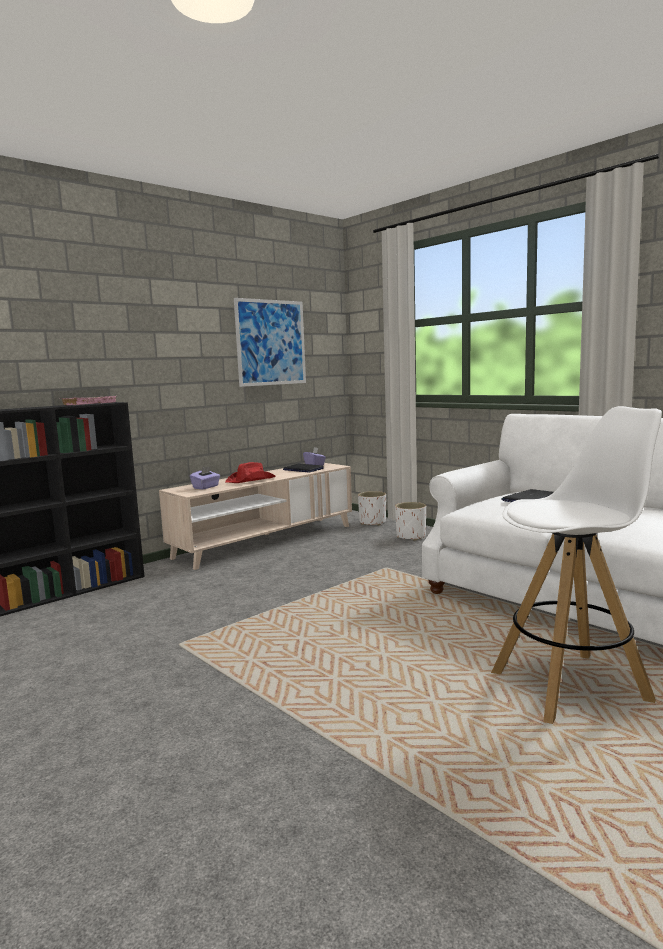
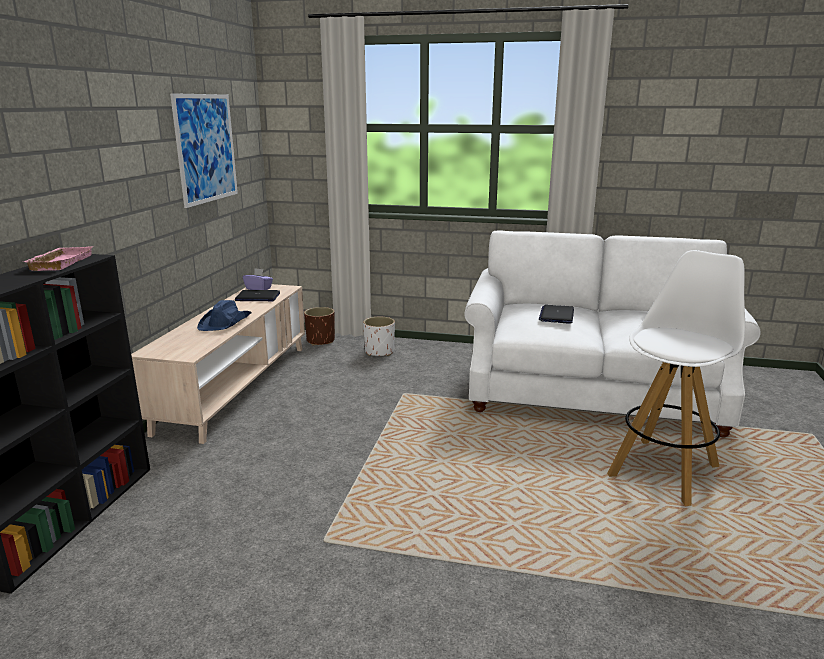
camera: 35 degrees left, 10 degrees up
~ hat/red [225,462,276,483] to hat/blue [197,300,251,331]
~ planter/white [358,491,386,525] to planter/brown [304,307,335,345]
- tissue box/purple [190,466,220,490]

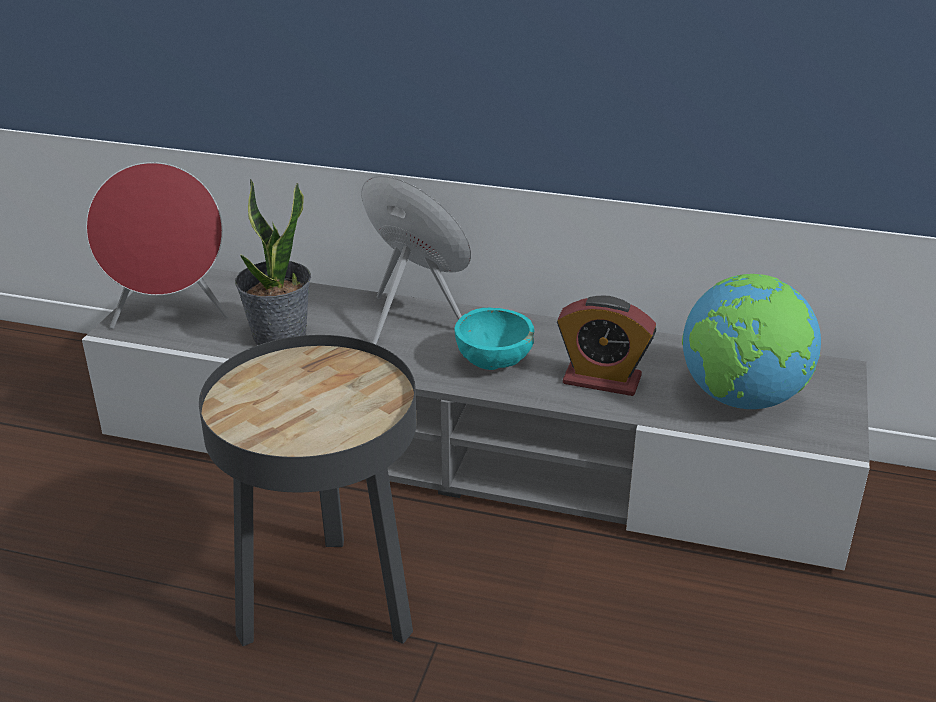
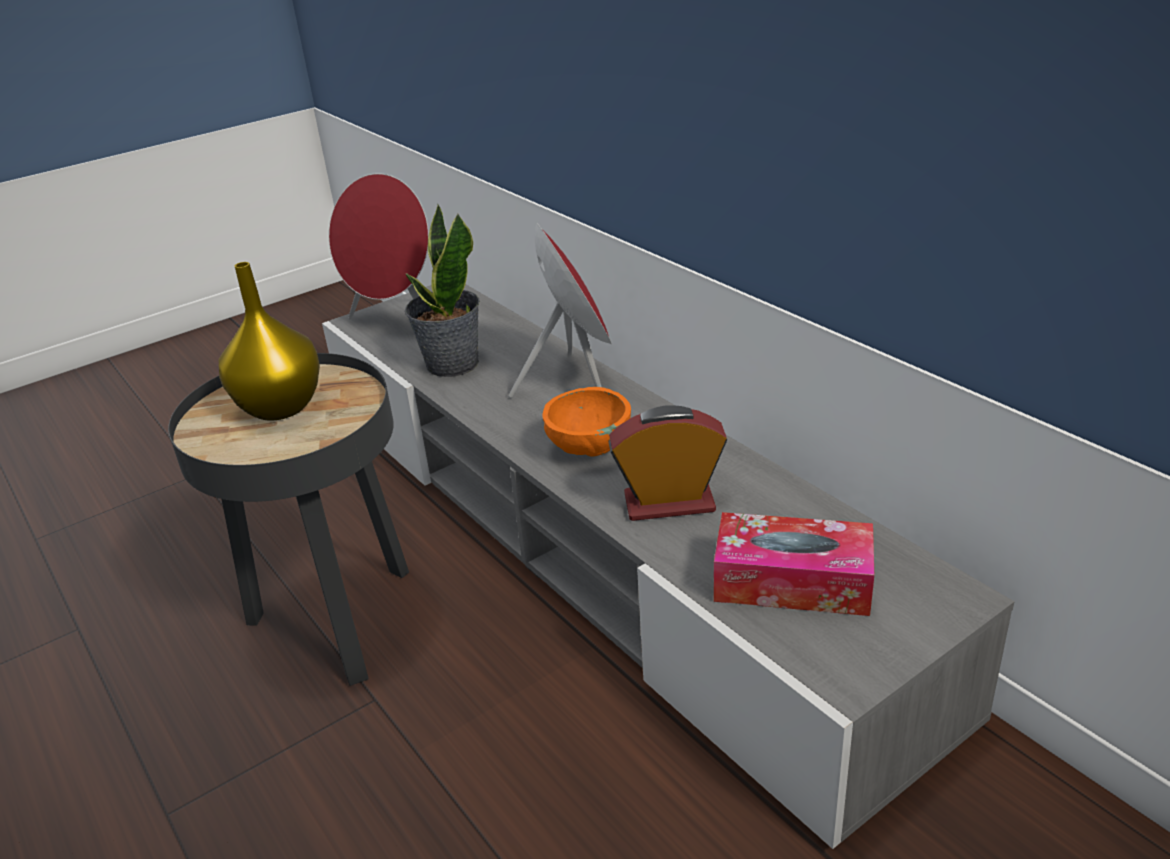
camera: 40 degrees right, 0 degrees up
+ vase/yellow [219,262,320,421]
~ bowl/turquoise [454,307,534,370] to bowl/orange [542,387,631,456]
~ alarm clock [557,296,656,396] = [609,405,727,521] 120 degrees clockwise
~ globe [682,274,821,409] to tissue box [714,512,874,616]

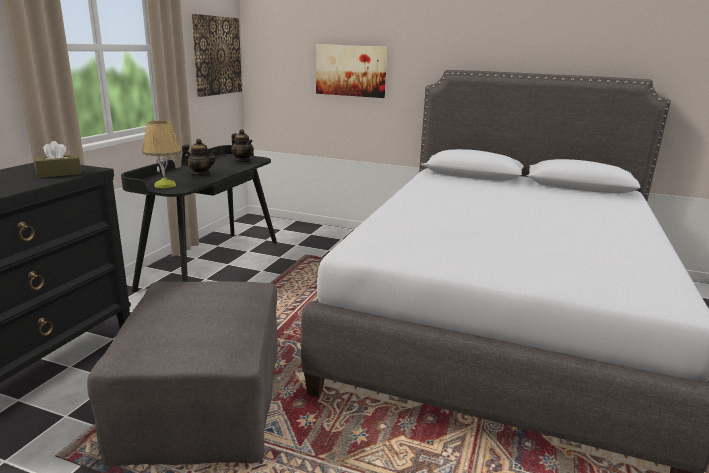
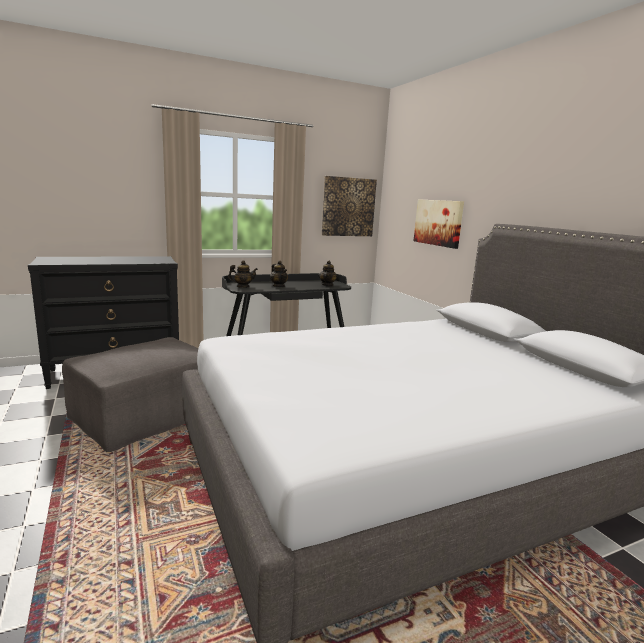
camera: 45 degrees right, 5 degrees down
~ table lamp [142,121,182,188] to teapot [228,260,258,288]
- tissue box/brown [34,141,81,178]

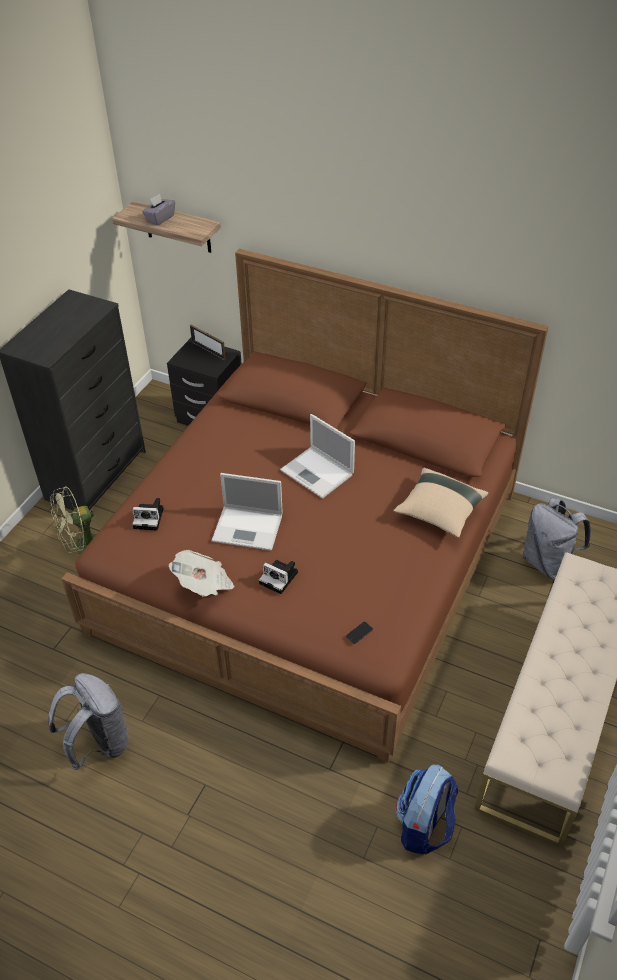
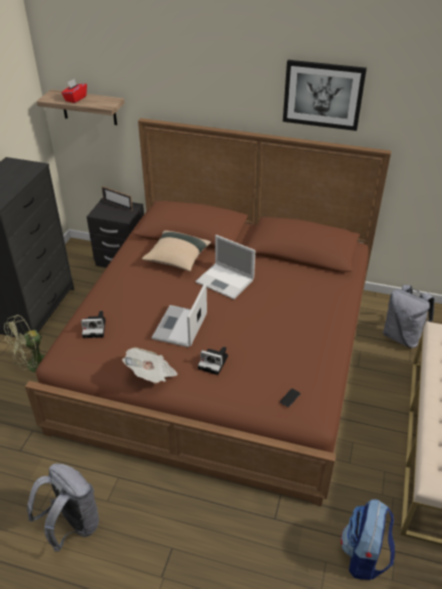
camera: 10 degrees left, 5 degrees down
~ tissue box/grey [142,194,175,225] to tissue box/red [61,79,87,103]
~ pillow/beige [393,467,488,538] to [142,230,211,271]
~ laptop [211,473,283,551] = [152,284,207,347] 105 degrees clockwise
+ picture [283,60,367,131]

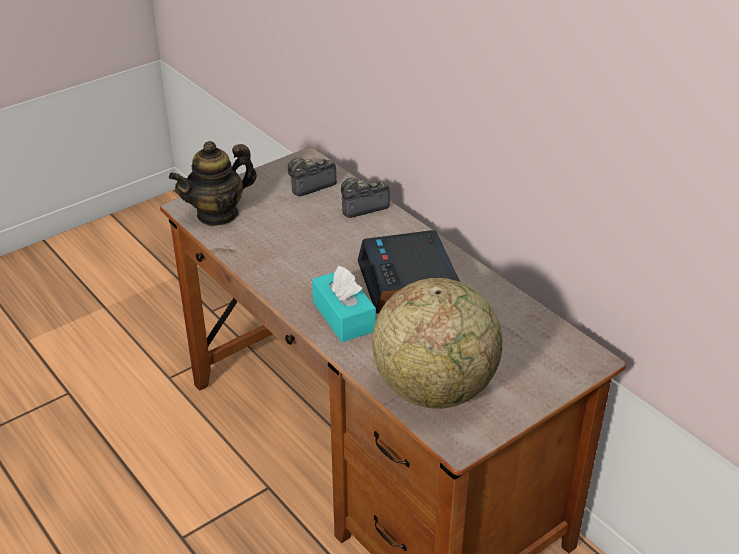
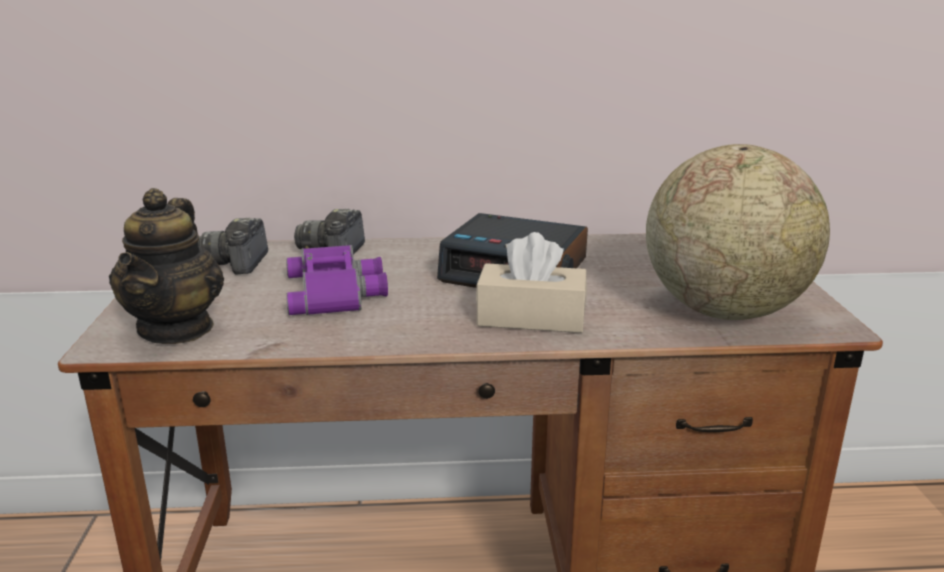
camera: 55 degrees left, 15 degrees down
+ binoculars/purple [286,245,388,315]
~ tissue box/turquoise [312,266,376,342] to tissue box/beige [476,232,587,333]

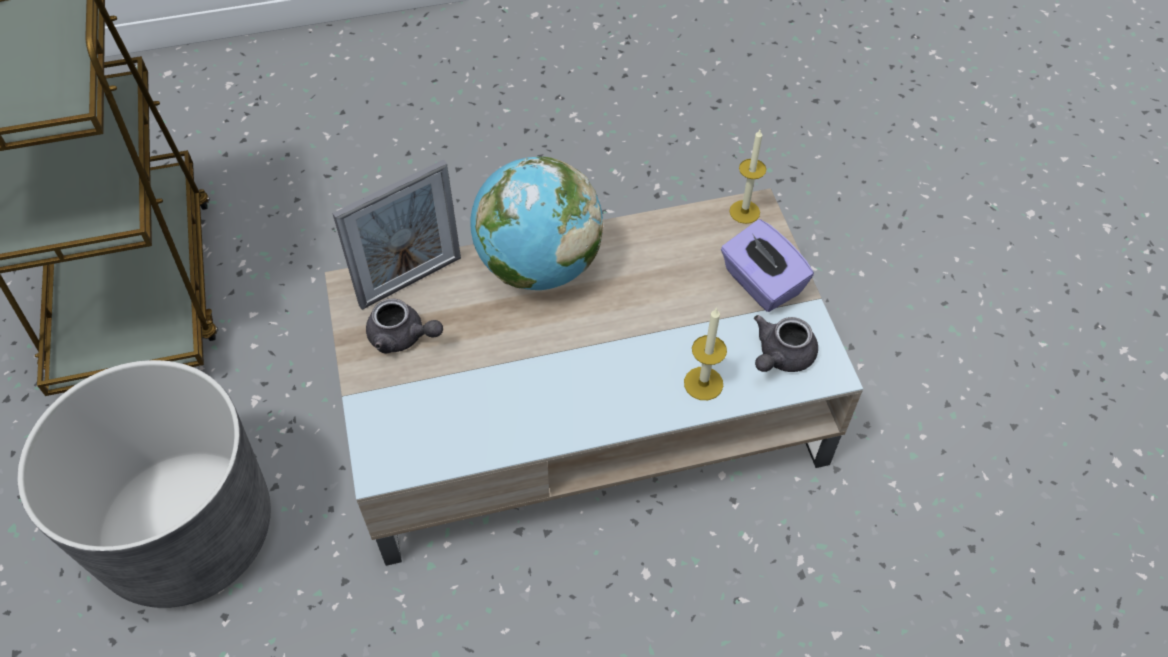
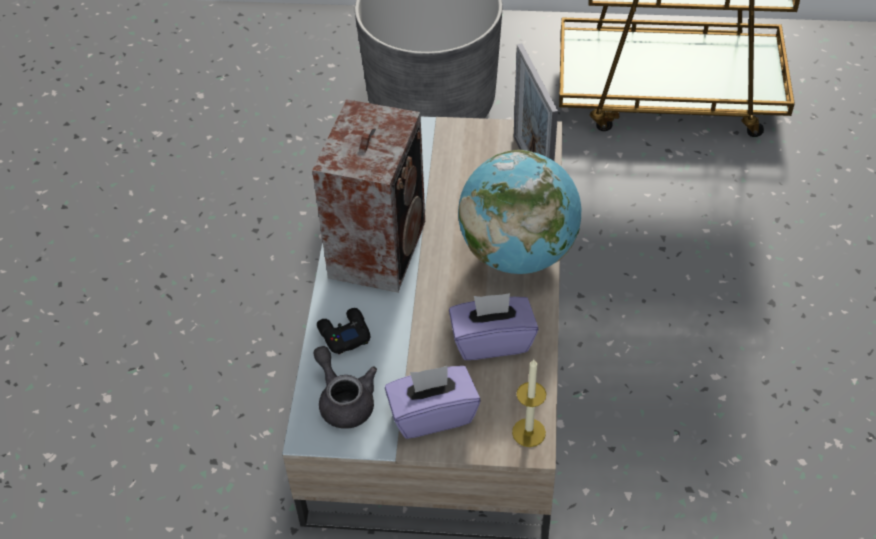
camera: 110 degrees right, 5 degrees down
+ speaker [312,99,425,293]
~ candle [684,308,727,400] to game controller/black [317,308,370,354]
+ tissue box/purple [449,293,538,360]
- teapot/grey [366,299,443,354]

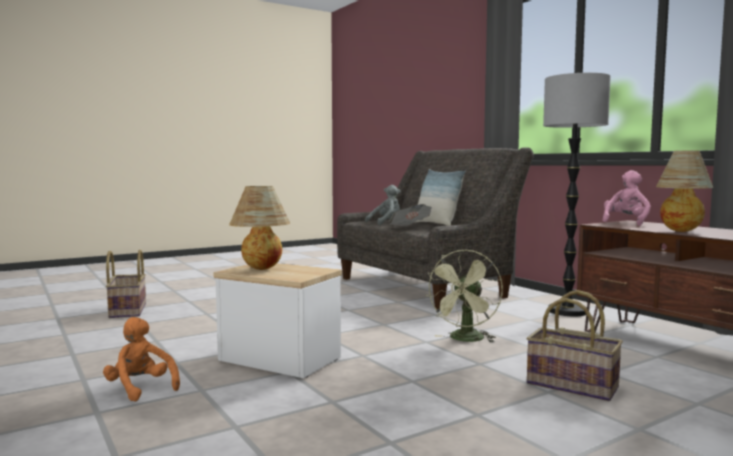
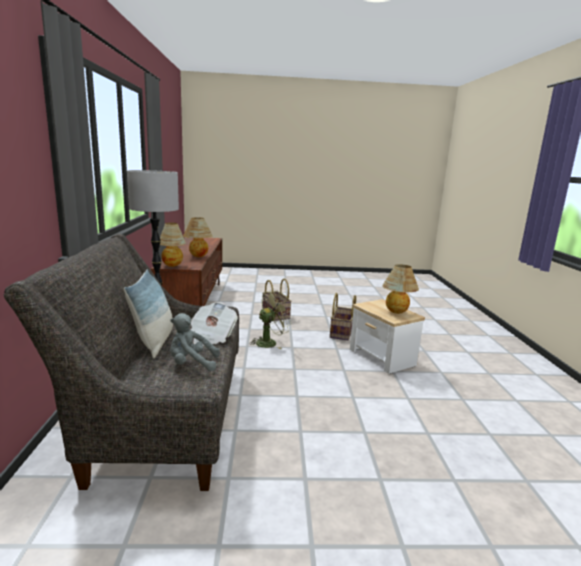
camera: 150 degrees left, 10 degrees up
~ plush toy/pink [602,170,651,226] to table lamp [160,222,186,267]
~ basket [106,250,146,318] to [330,293,356,340]
- plush toy/orange [103,317,180,402]

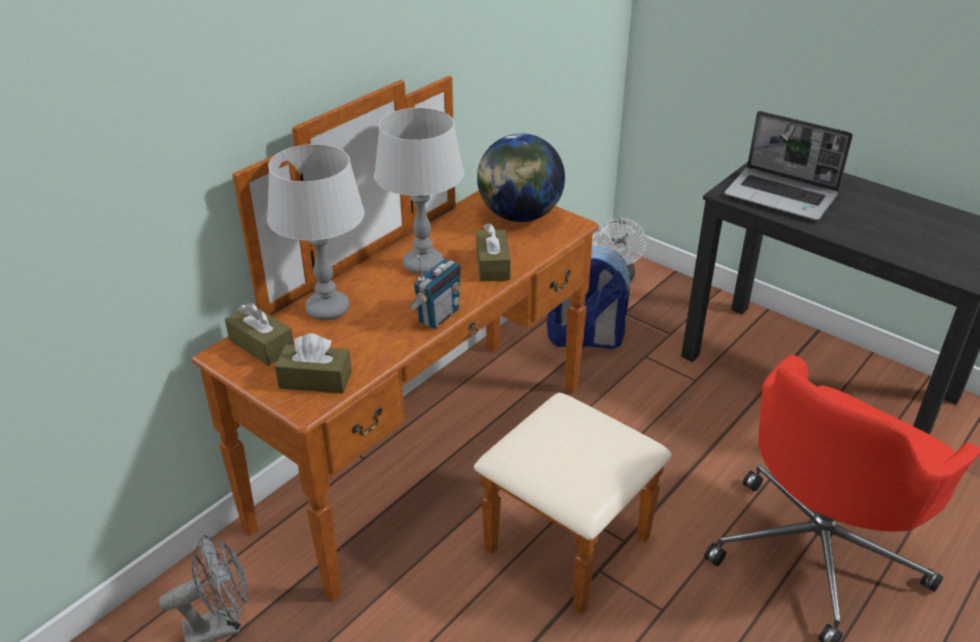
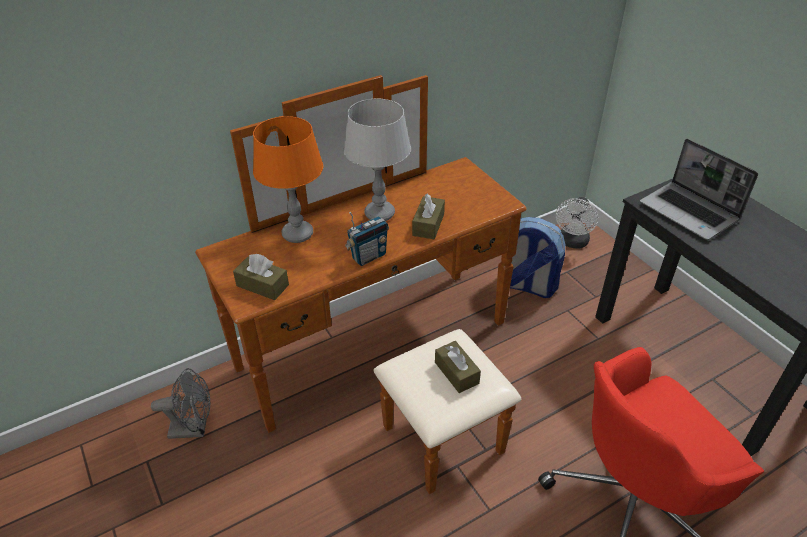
camera: 20 degrees right, 5 degrees up
~ table lamp/grey [267,144,365,320] to table lamp/orange [253,116,323,243]
~ tissue box/brown [225,302,294,366] to [435,341,481,393]
- globe [477,133,565,222]

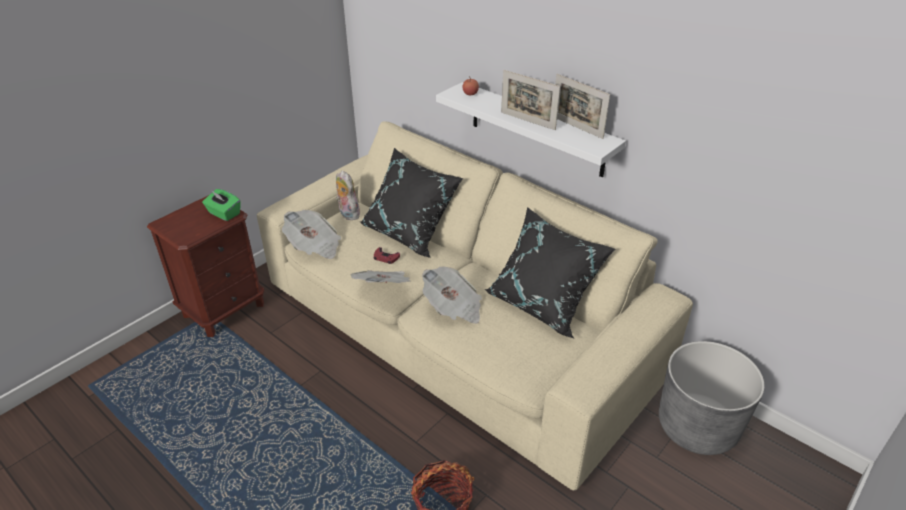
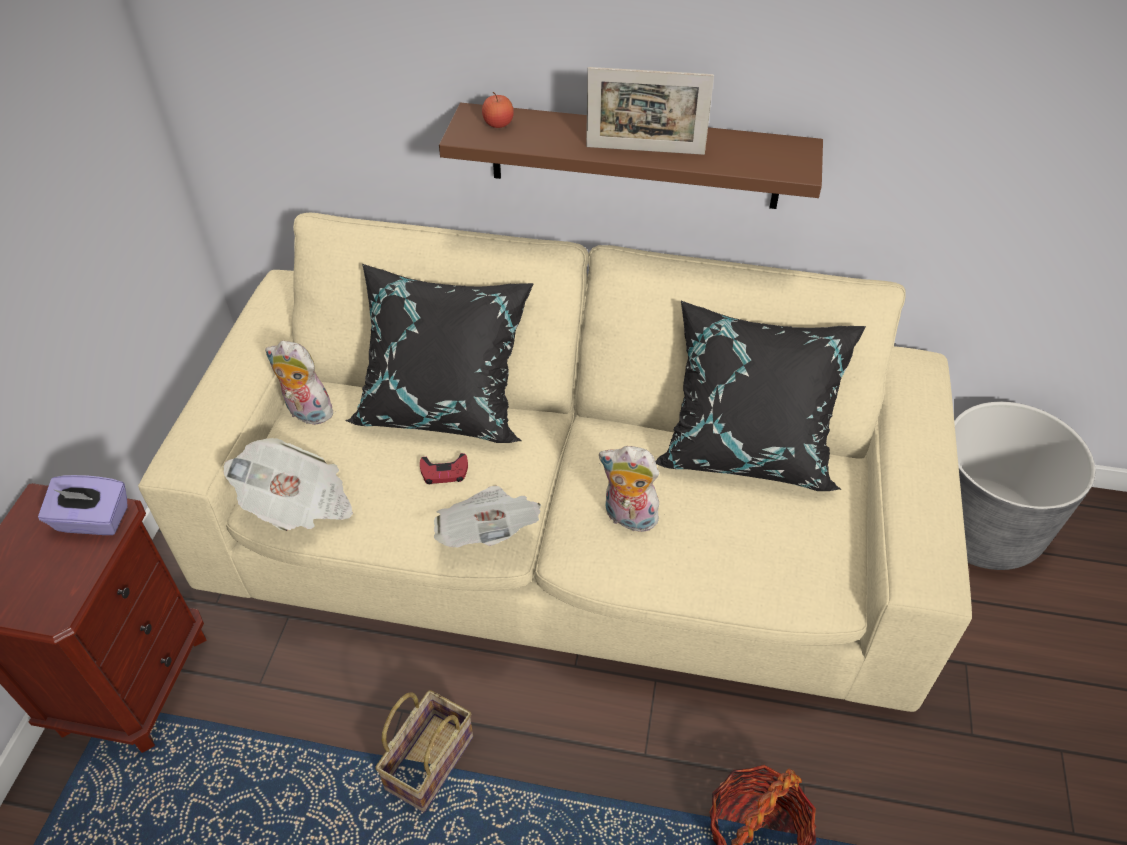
camera: 30 degrees left, 10 degrees up
~ tissue box/green [202,189,240,221] to tissue box/purple [38,475,128,535]
+ basket [375,690,473,812]
~ shelf/white [436,82,626,178] to shelf/brown [439,103,823,209]
~ newspaper [422,267,482,324] to plush toy [599,446,659,532]
- picture frame [555,74,610,139]

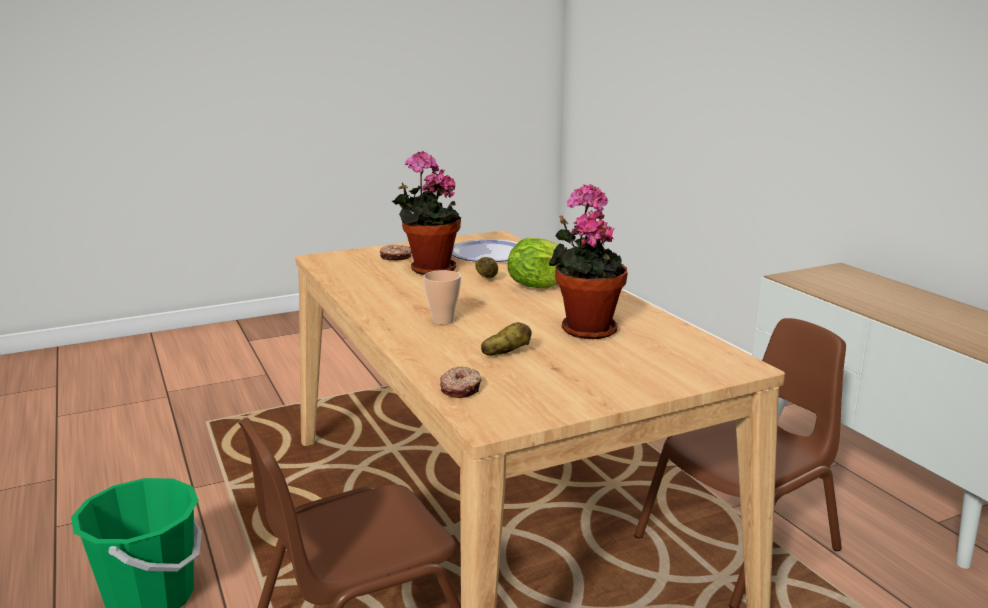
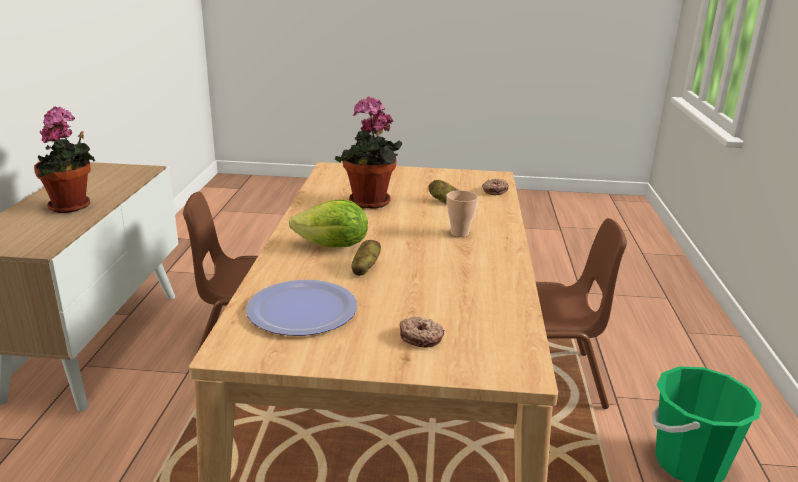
camera: 150 degrees left, 5 degrees up
~ potted plant [392,151,461,275] to [34,106,95,213]

